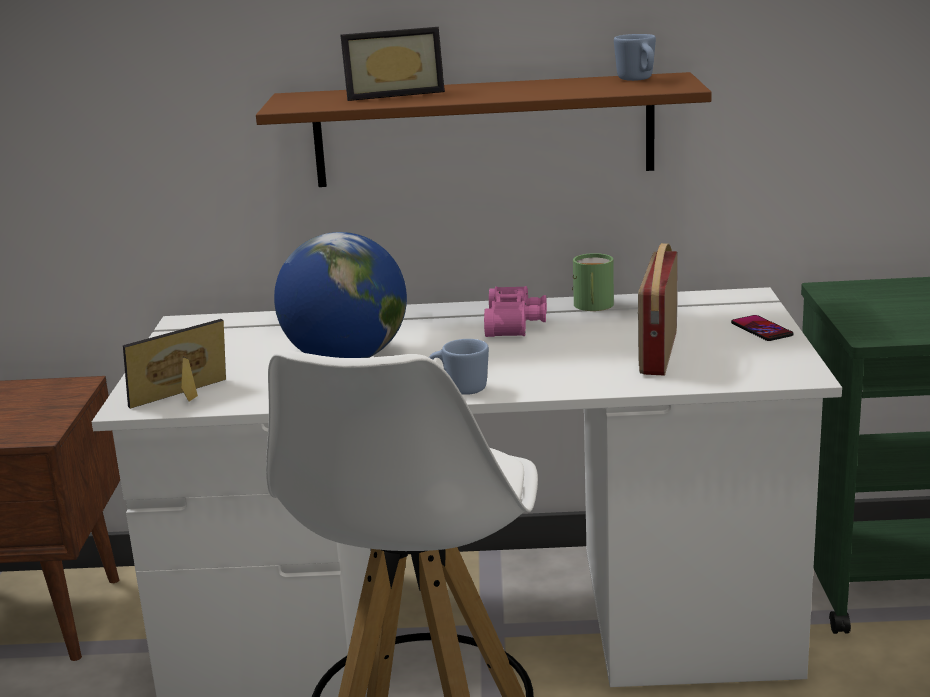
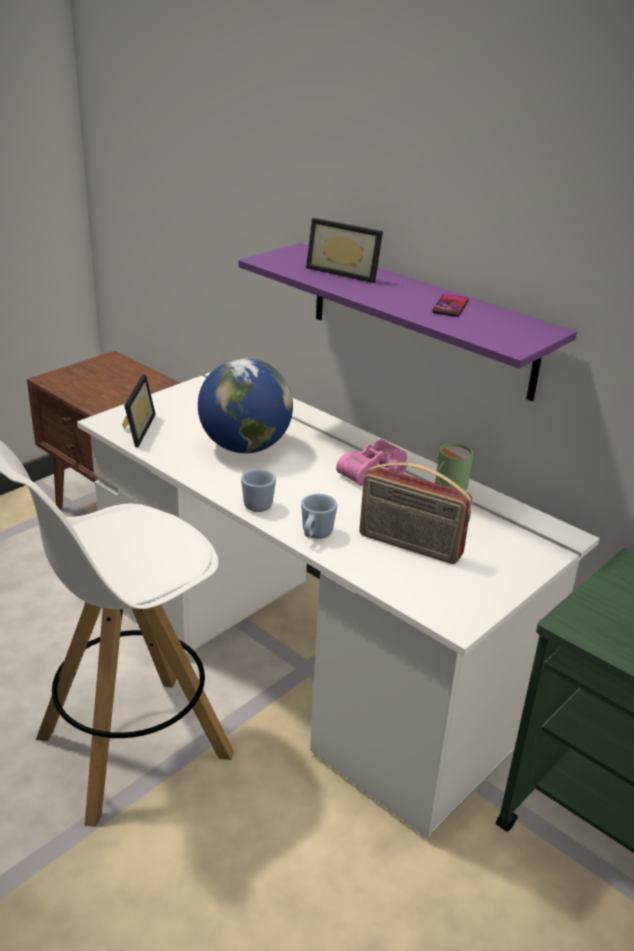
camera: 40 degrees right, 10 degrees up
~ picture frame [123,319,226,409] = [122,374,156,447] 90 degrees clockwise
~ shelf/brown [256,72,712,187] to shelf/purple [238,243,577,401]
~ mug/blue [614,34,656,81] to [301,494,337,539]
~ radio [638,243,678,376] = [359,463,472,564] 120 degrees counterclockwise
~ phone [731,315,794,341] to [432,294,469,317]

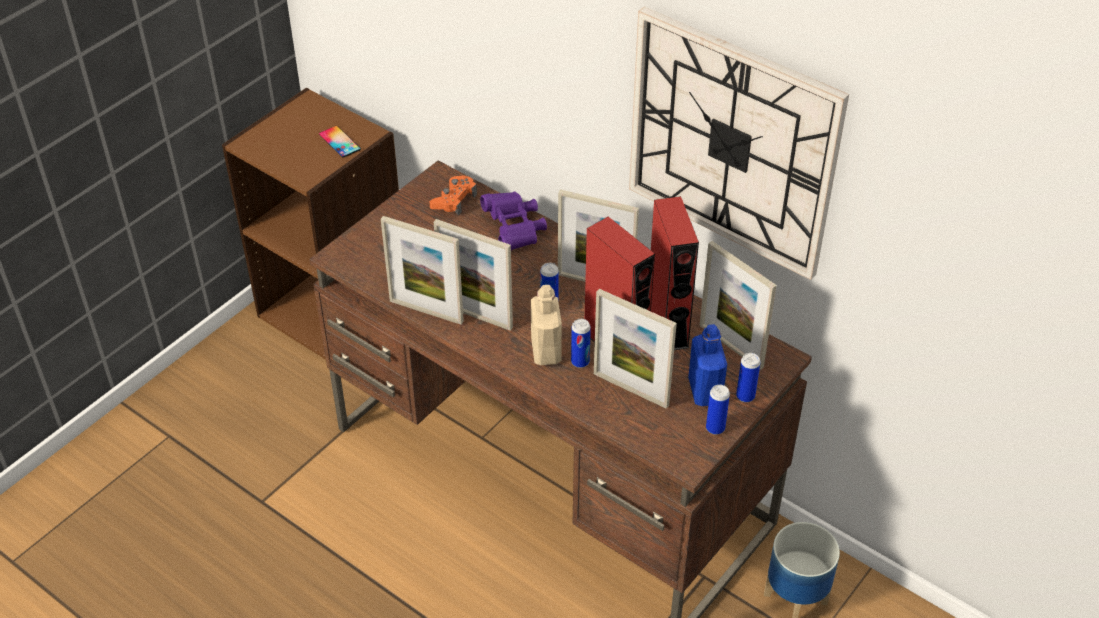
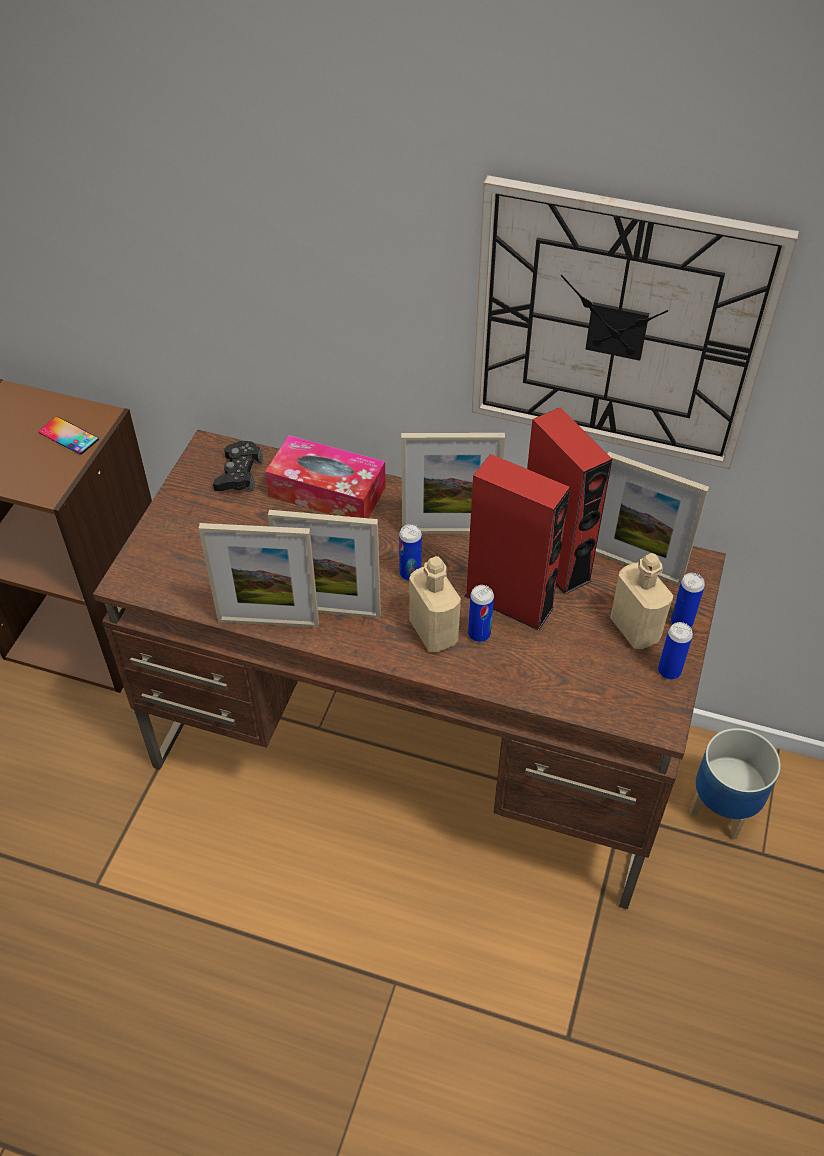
camera: 20 degrees left, 5 degrees up
~ game controller/orange [430,175,477,216] to game controller/black [213,441,263,491]
~ binoculars/purple [480,191,547,250] to tissue box [265,435,386,518]
~ bottle/blue [688,324,727,406] to bottle/beige [610,553,673,649]
- picture frame [594,289,677,409]

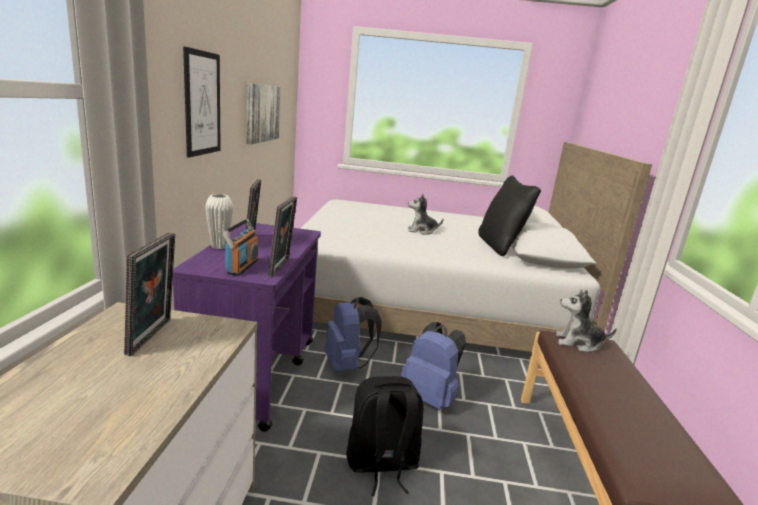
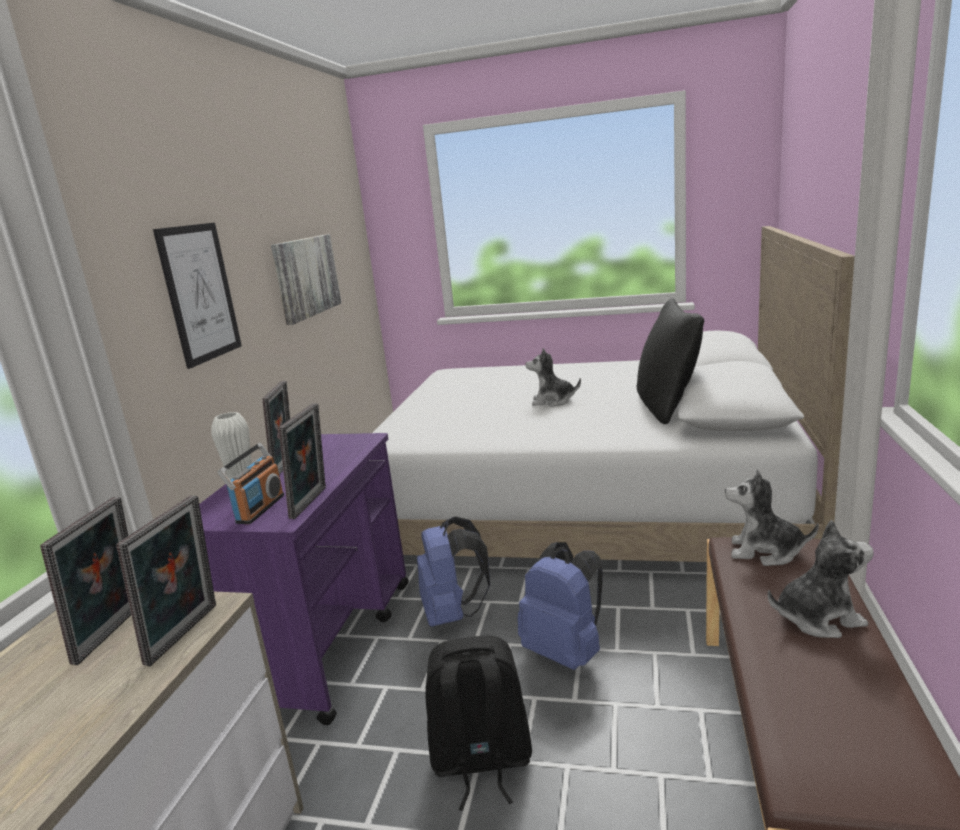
camera: 10 degrees right, 0 degrees up
+ picture frame [116,495,216,666]
+ plush toy [768,520,873,638]

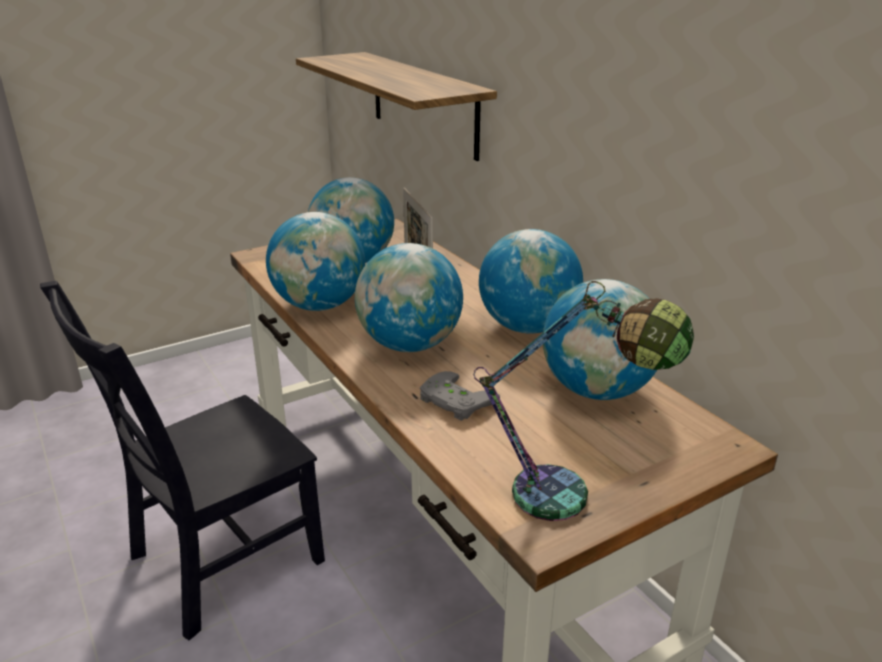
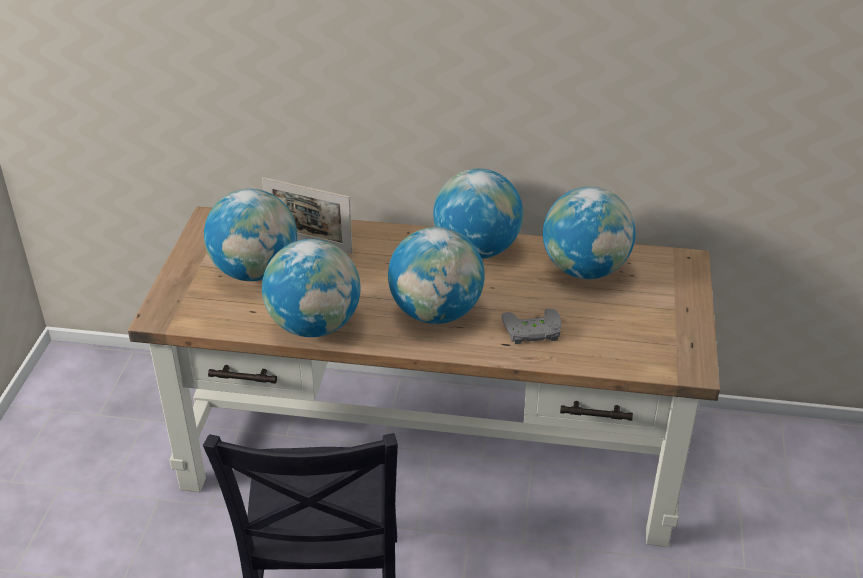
camera: 50 degrees left, 10 degrees up
- shelf [296,52,497,161]
- table lamp [473,281,694,521]

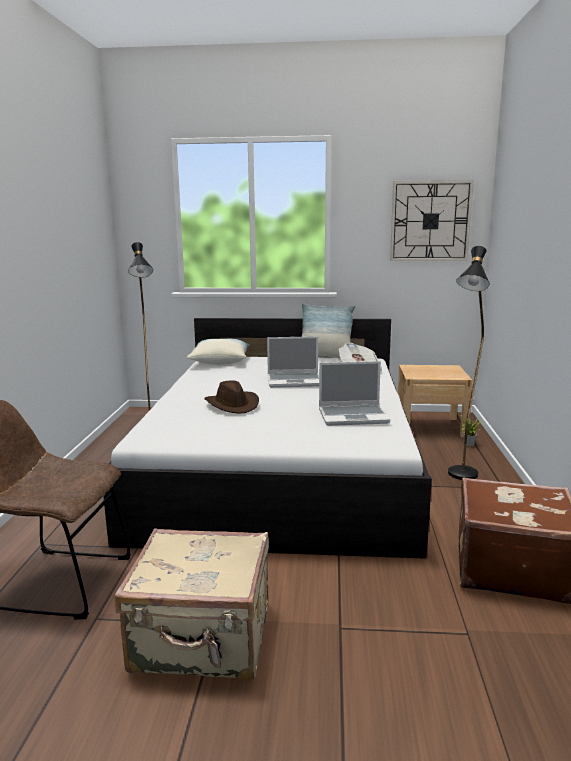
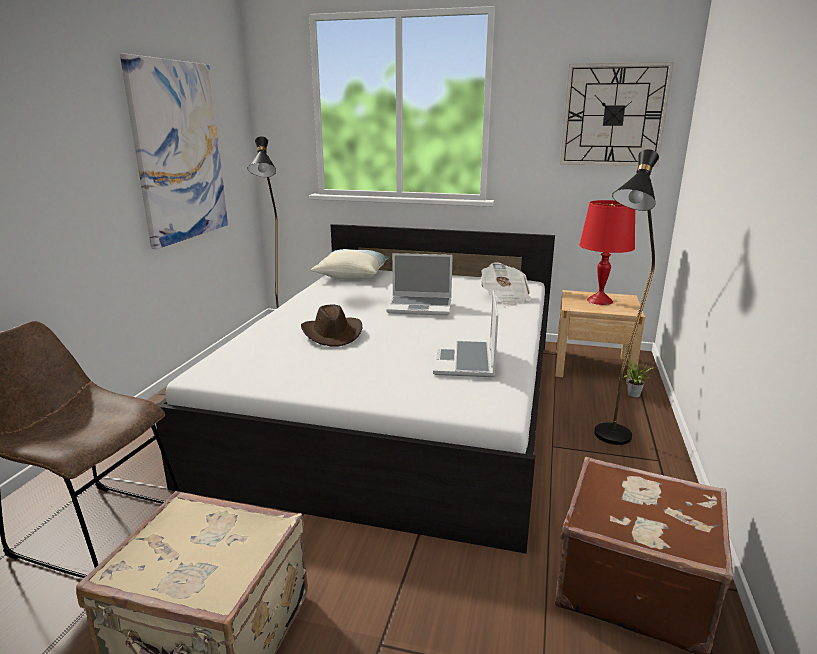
camera: 10 degrees right, 5 degrees up
+ picture [120,54,228,249]
~ laptop [319,361,390,426] = [433,290,498,377] 90 degrees clockwise
+ table lamp/red [579,200,635,305]
- pillow [301,303,355,358]

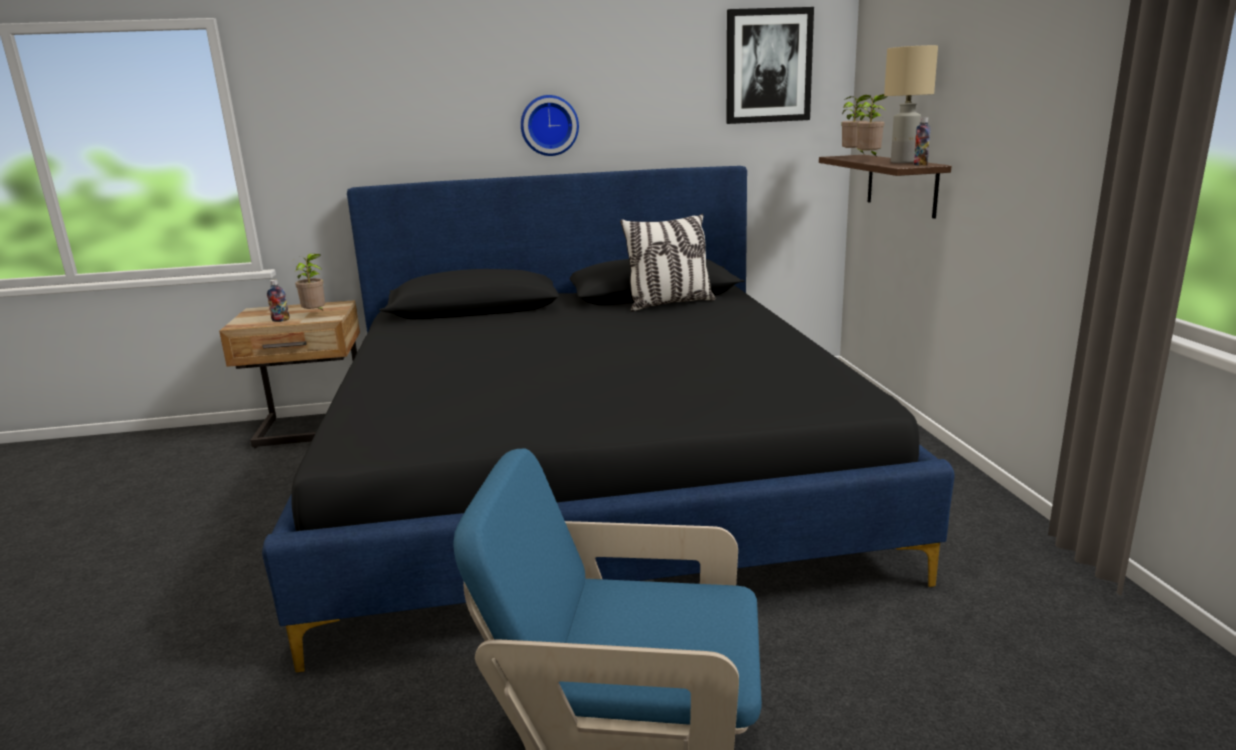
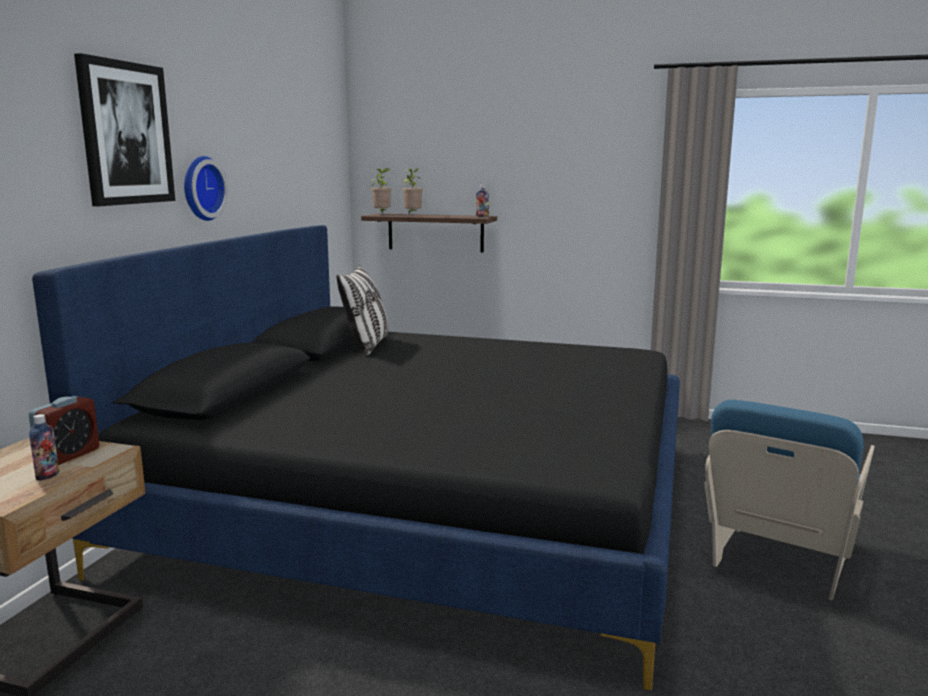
camera: 65 degrees left, 5 degrees down
~ potted plant [291,253,325,310] to alarm clock [29,396,100,465]
~ picture [727,7,814,124] to [74,53,175,206]
- table lamp/beige [884,45,938,163]

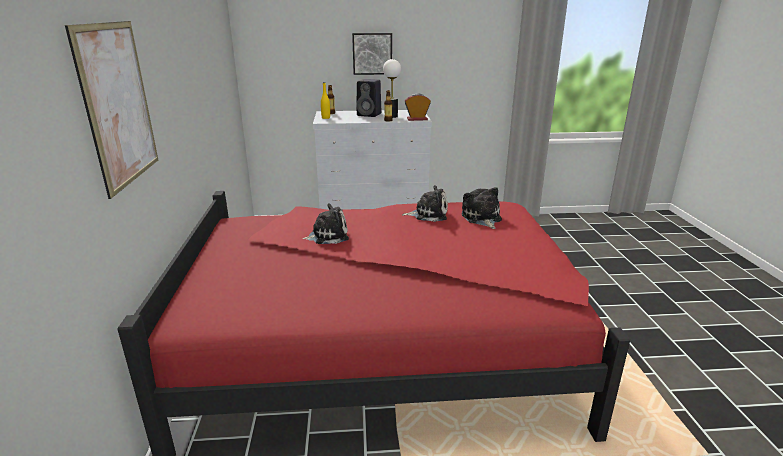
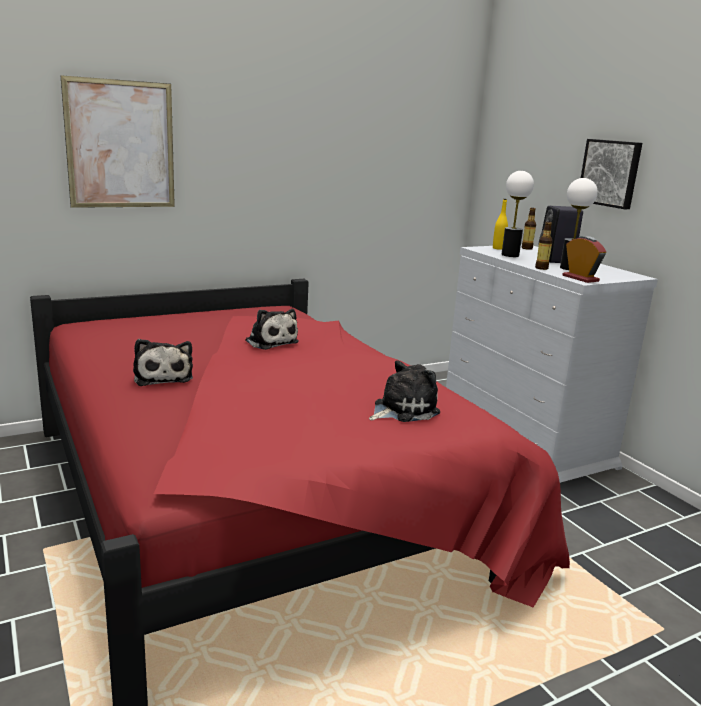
camera: 65 degrees right, 5 degrees down
~ plush toy [402,185,448,222] to [133,339,193,386]
+ table lamp [502,171,534,257]

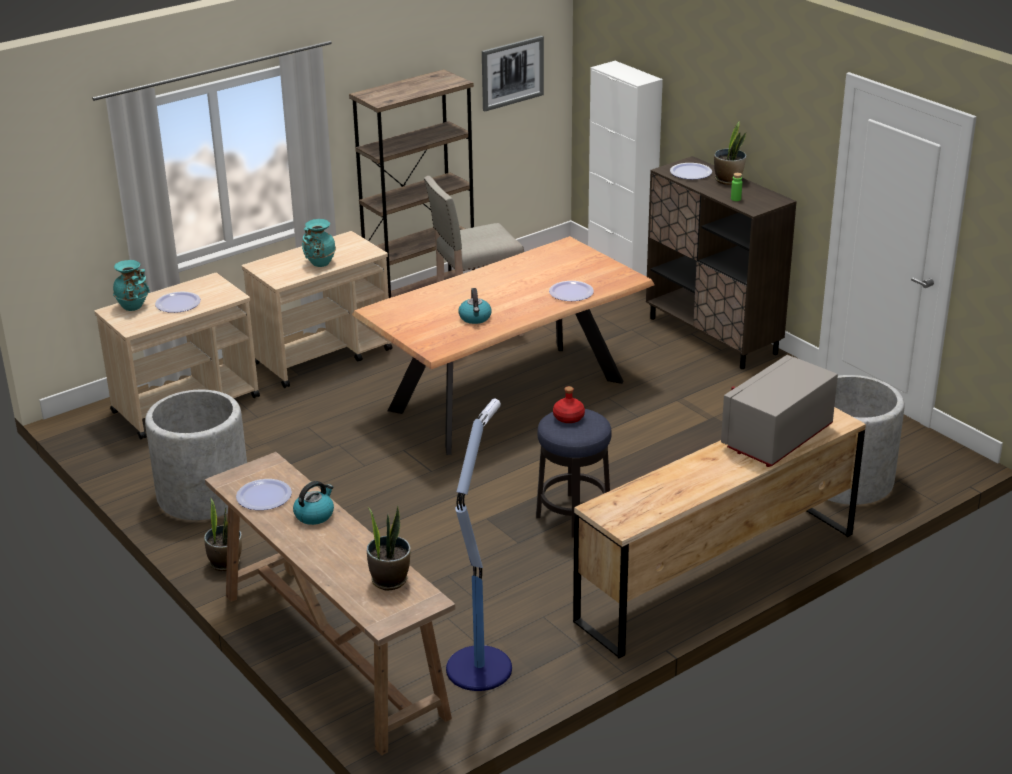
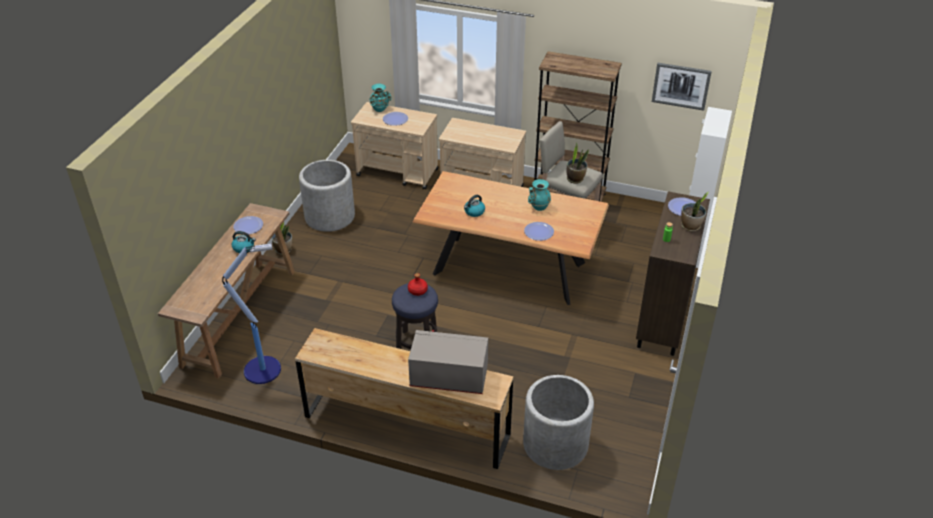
camera: 55 degrees right, 10 degrees up
~ vase/turquoise [302,219,336,267] to [528,179,551,211]
~ potted plant [367,505,411,590] to [566,142,589,184]

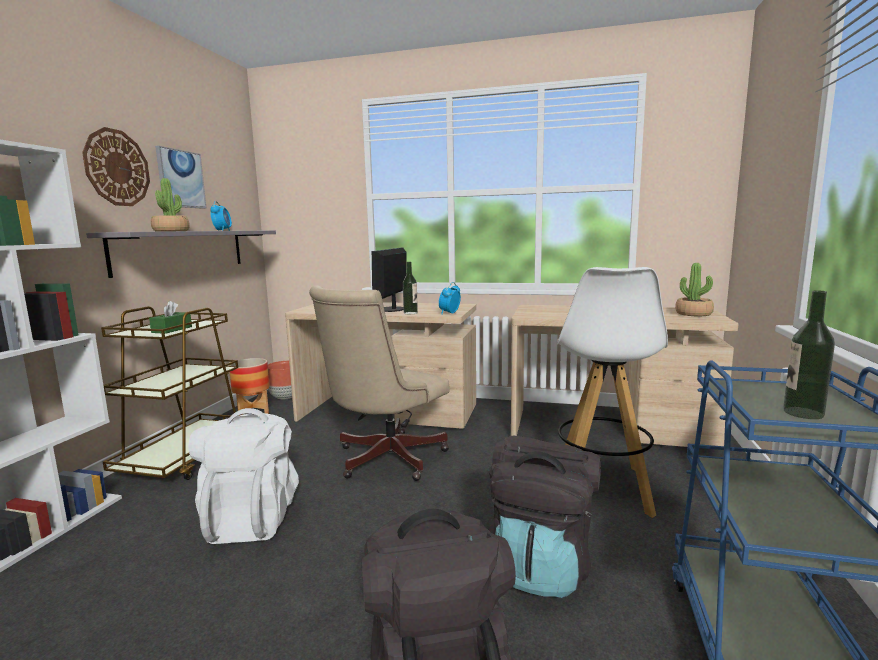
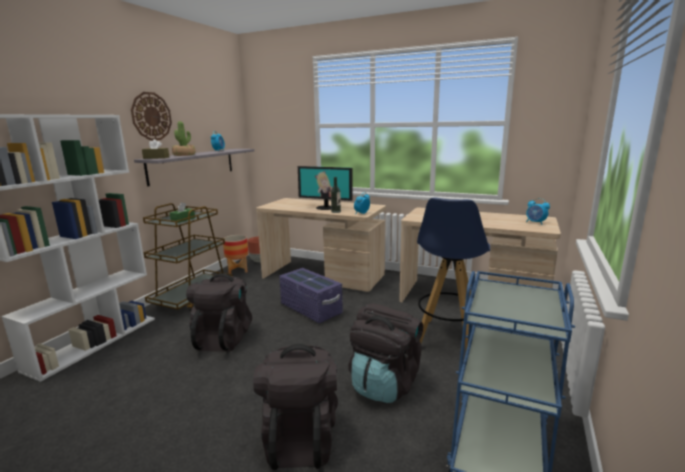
camera: 10 degrees right, 5 degrees up
+ tissue box/brown [142,139,169,159]
~ backpack/white [189,408,299,544] to backpack/black [186,273,252,352]
~ office chair/beige [309,286,450,481] to storage box/purple [279,268,343,324]
~ monitor [372,248,407,312] = [298,166,352,210] 90 degrees counterclockwise
~ stool/white [557,267,668,518] to stool/blue [417,197,490,350]
~ potted plant [675,263,714,316] to alarm clock [526,198,550,224]
- picture [155,146,206,209]
- bottle [783,290,835,419]

